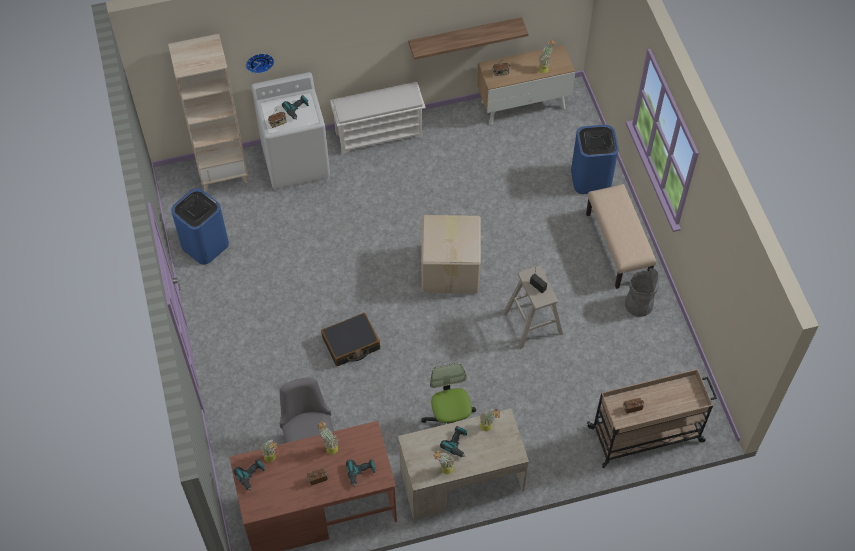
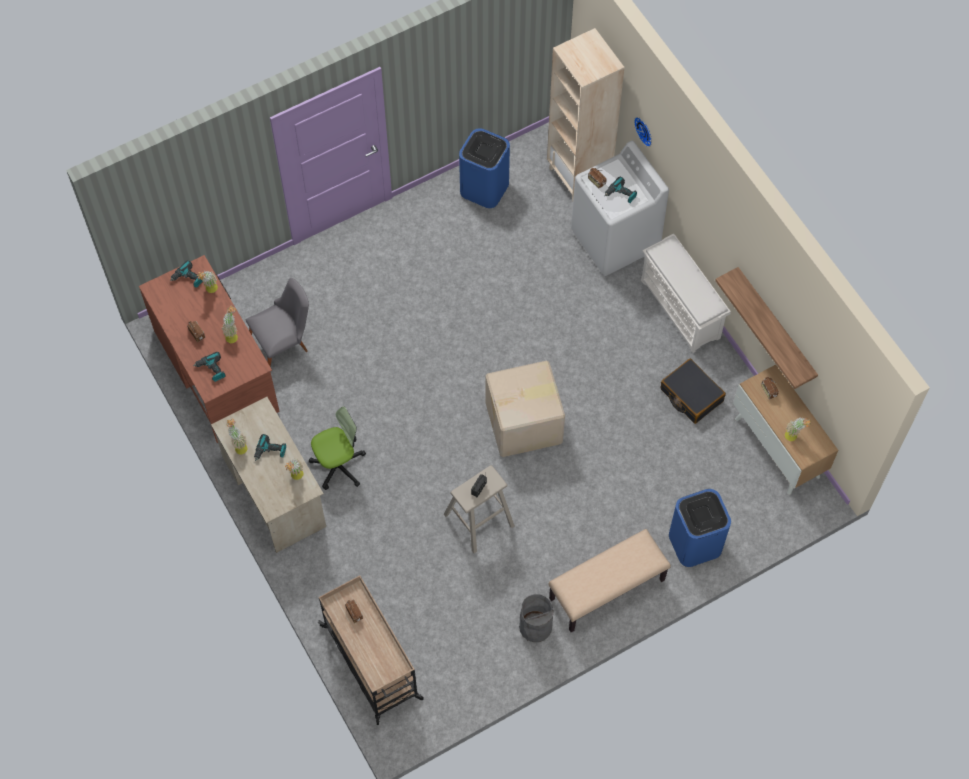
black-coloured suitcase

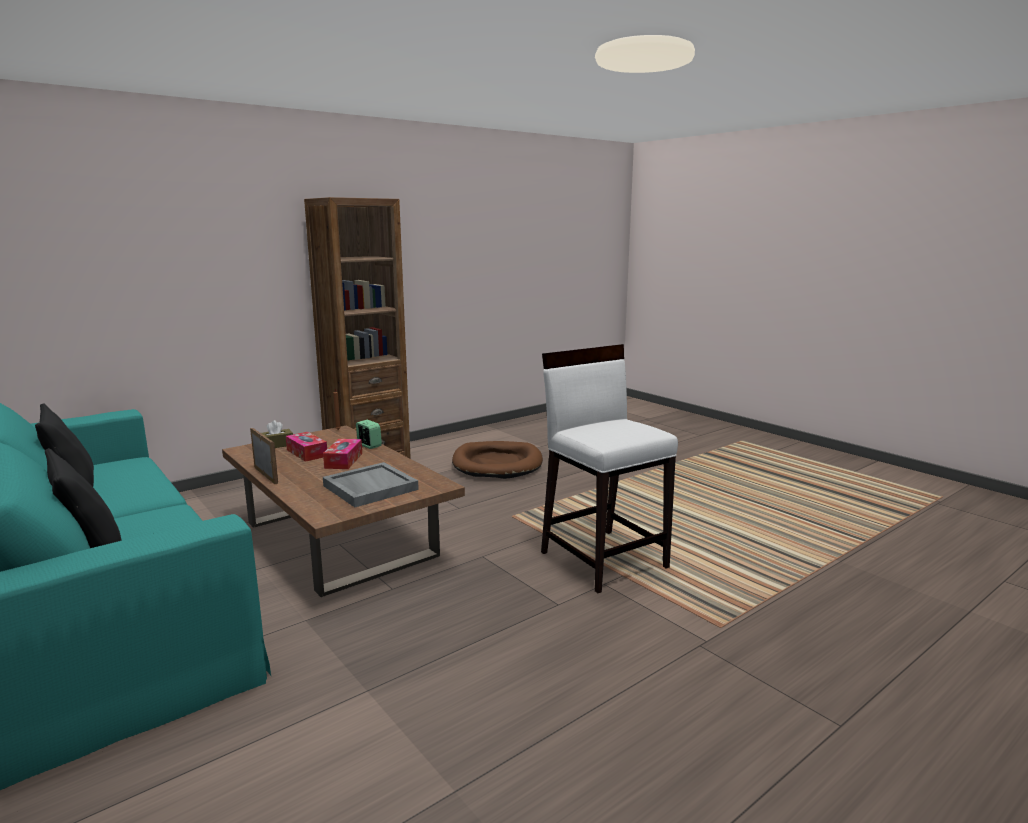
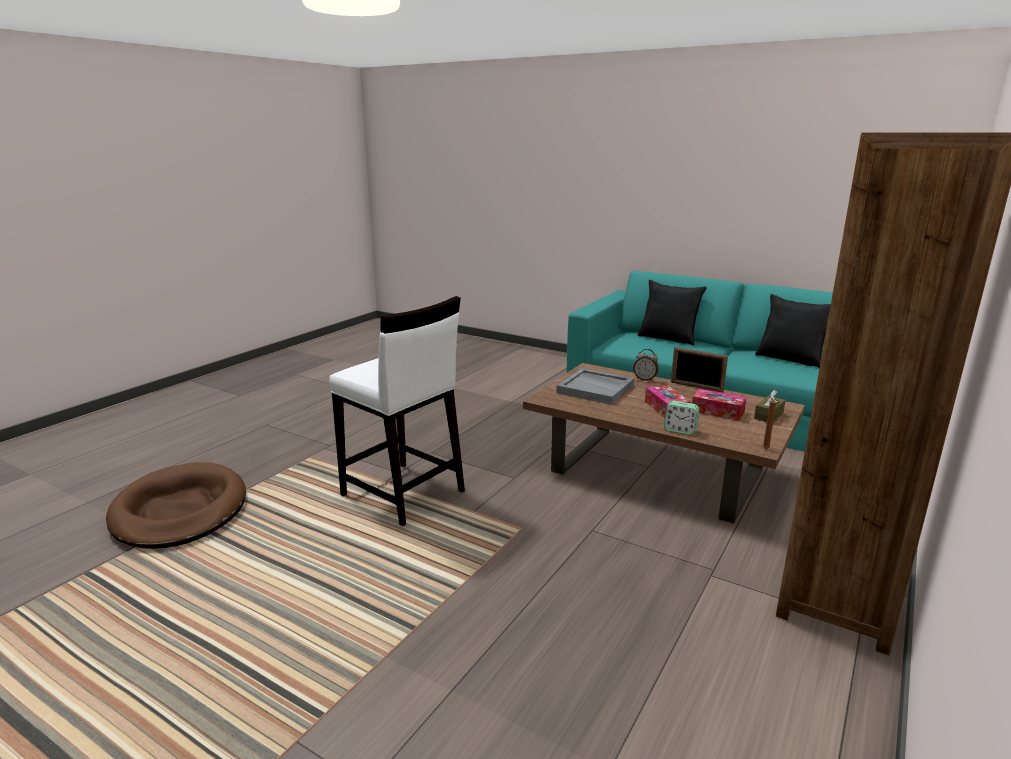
brownish dog cushion; alarm clock (1st from left)

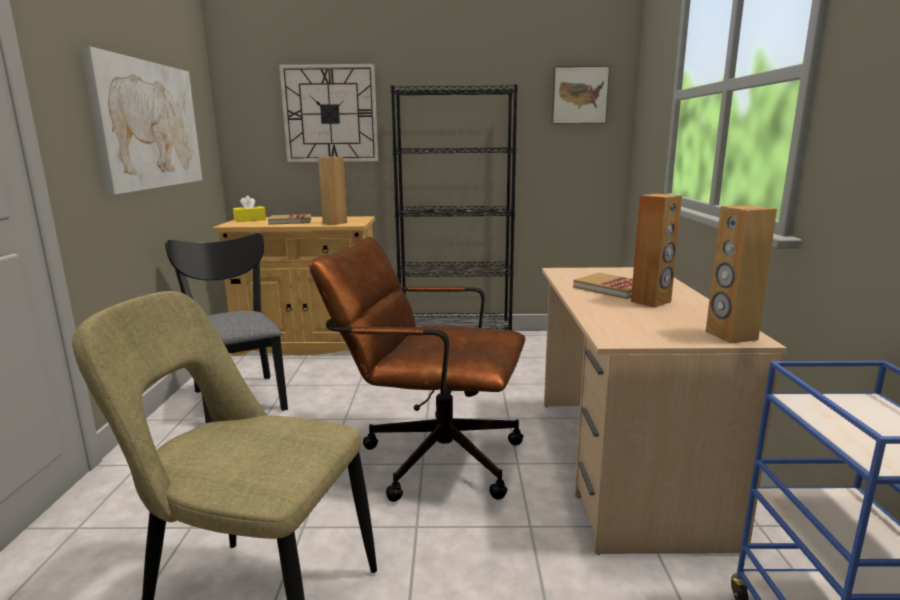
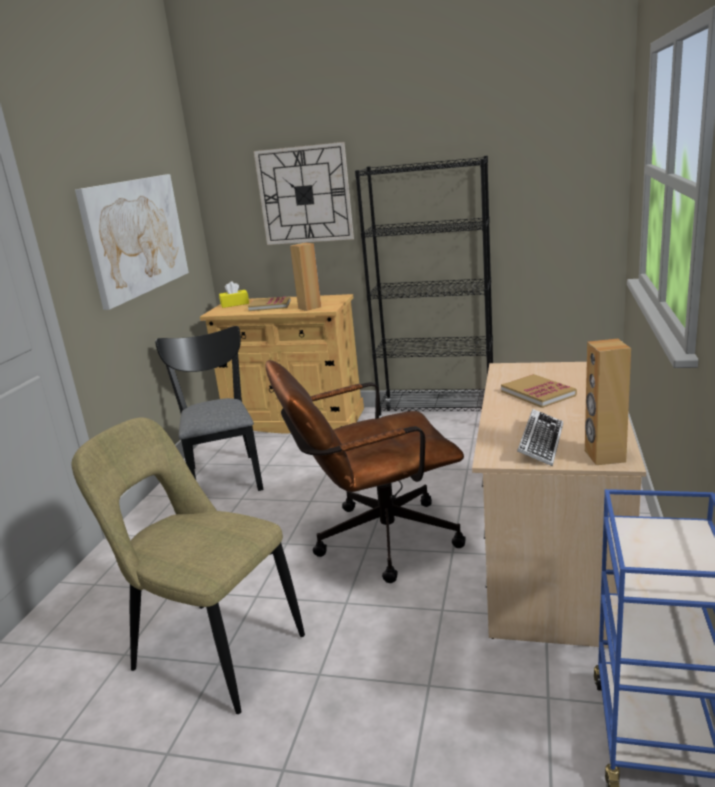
wall art (2nd from left in the first image); brownish audio speaker (2nd from left in the first image); brownish computer chair; keyboard

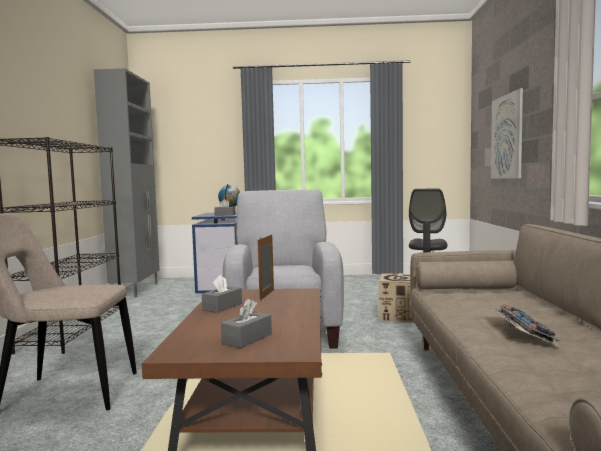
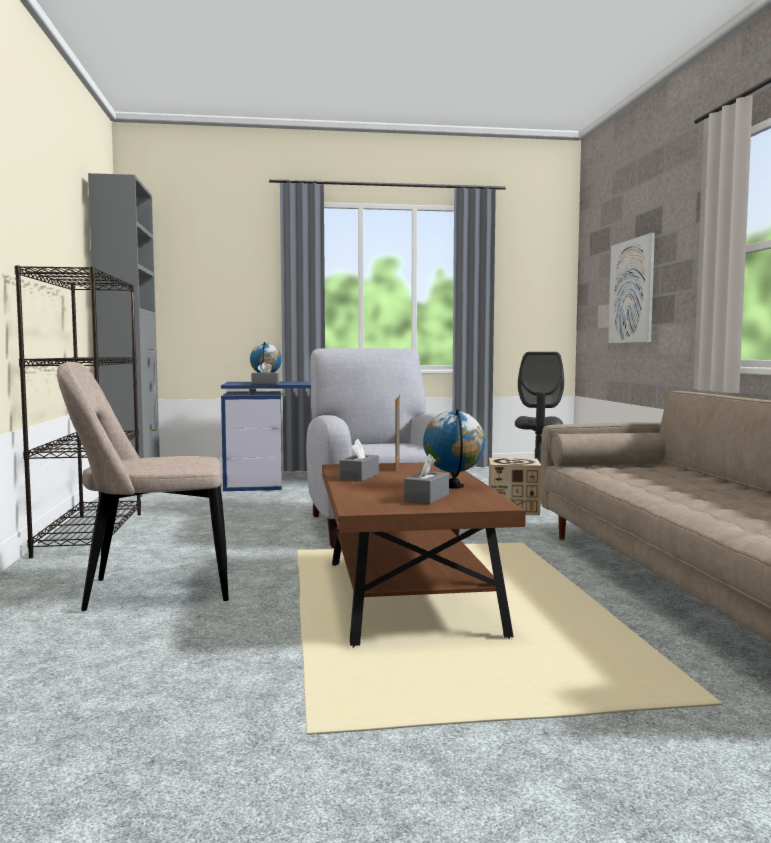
keyboard; desk globe (2nd from left)

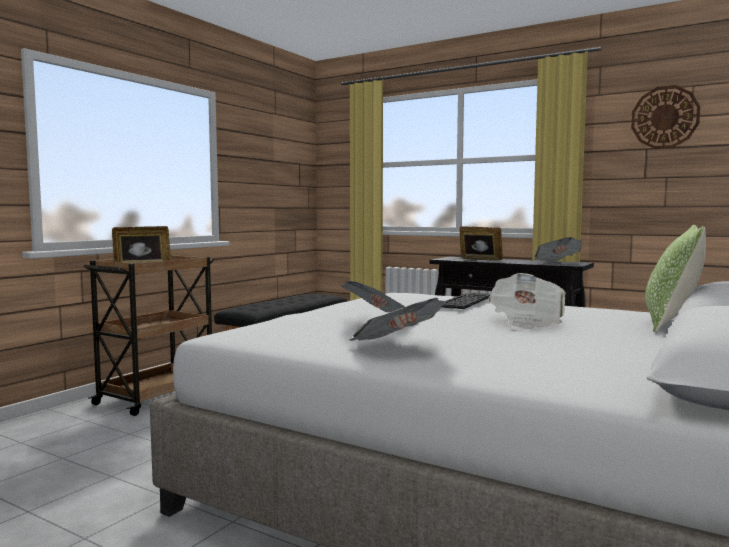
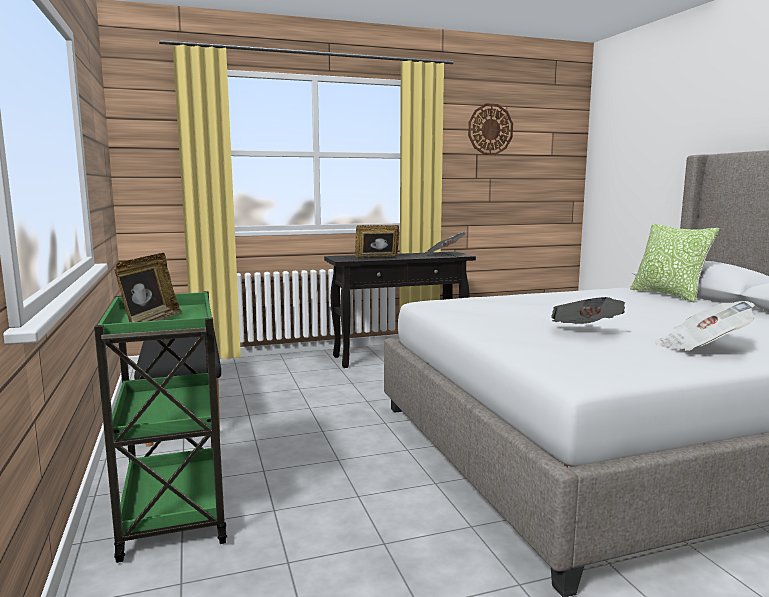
green-coloured trolley; newspaper (3rd from left in the first image); keyboard

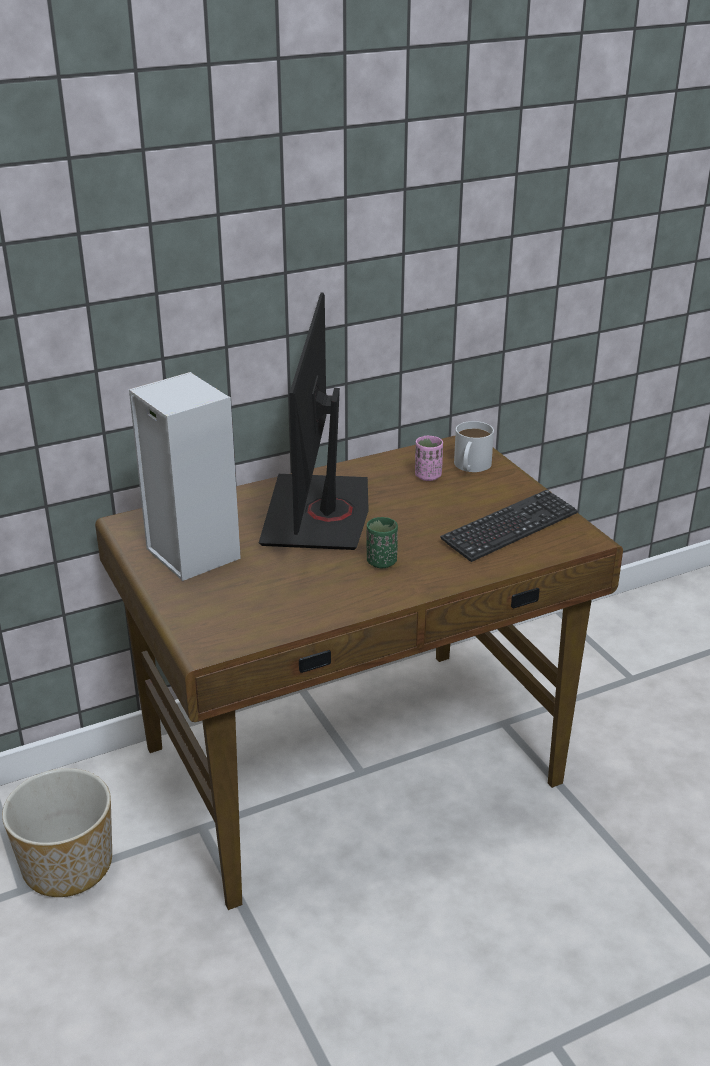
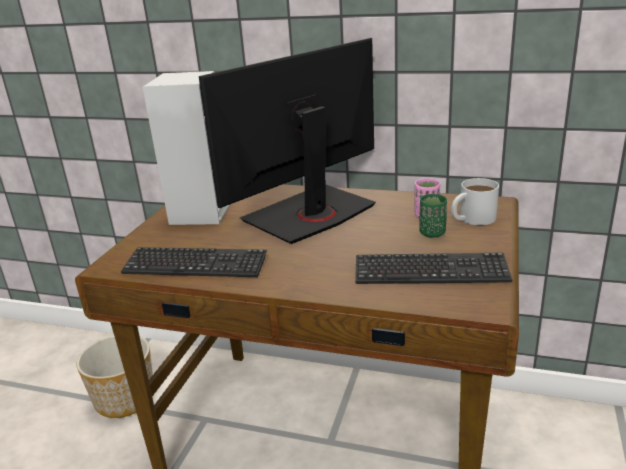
green-coloured small cup; keyboard (1st from left)

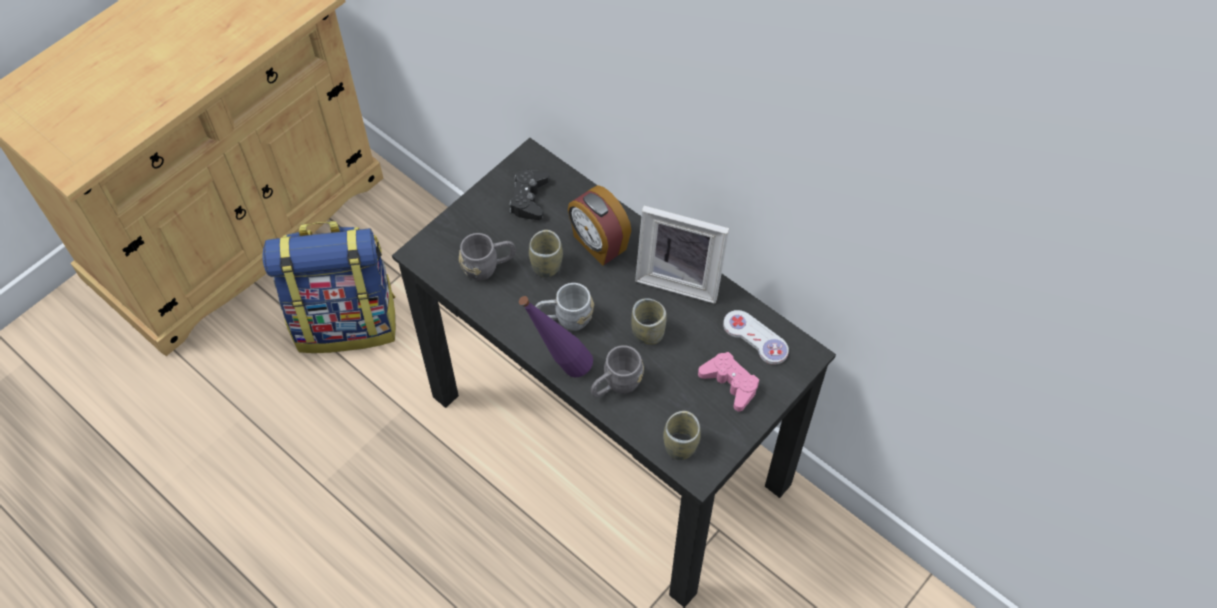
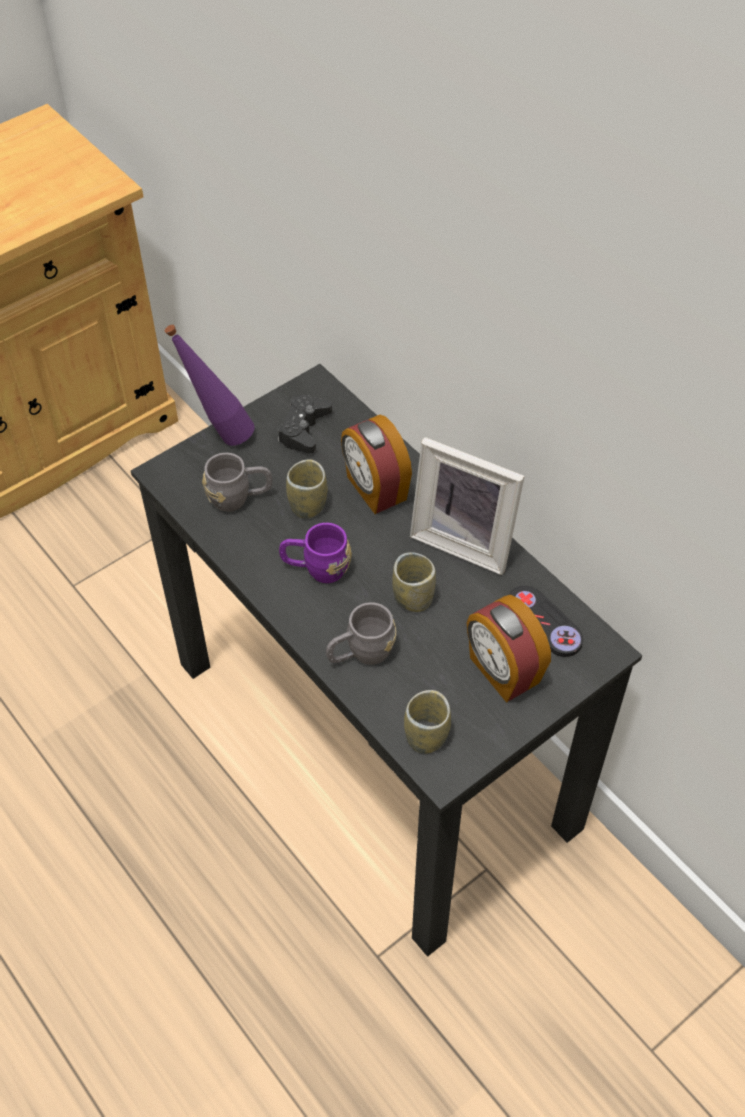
rucksack; purple mug; purple drink bottle; black-coloured game controller (2nd from left); alarm clock (2nd from left)

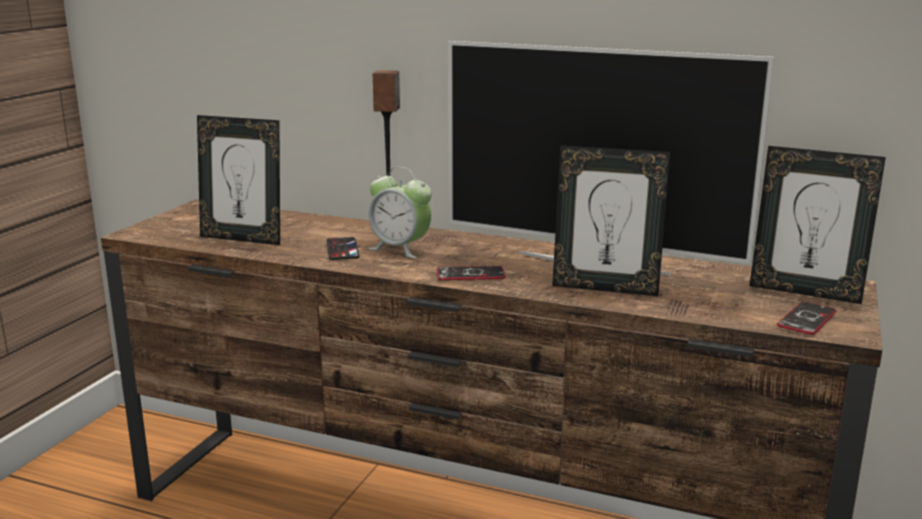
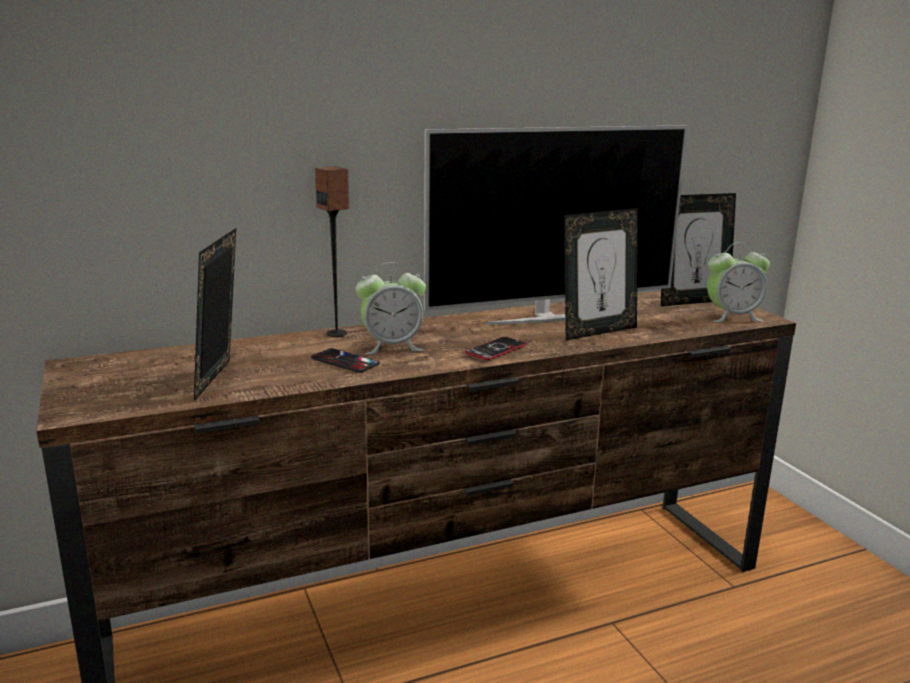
picture frame (1st from left); alarm clock (2nd from left)

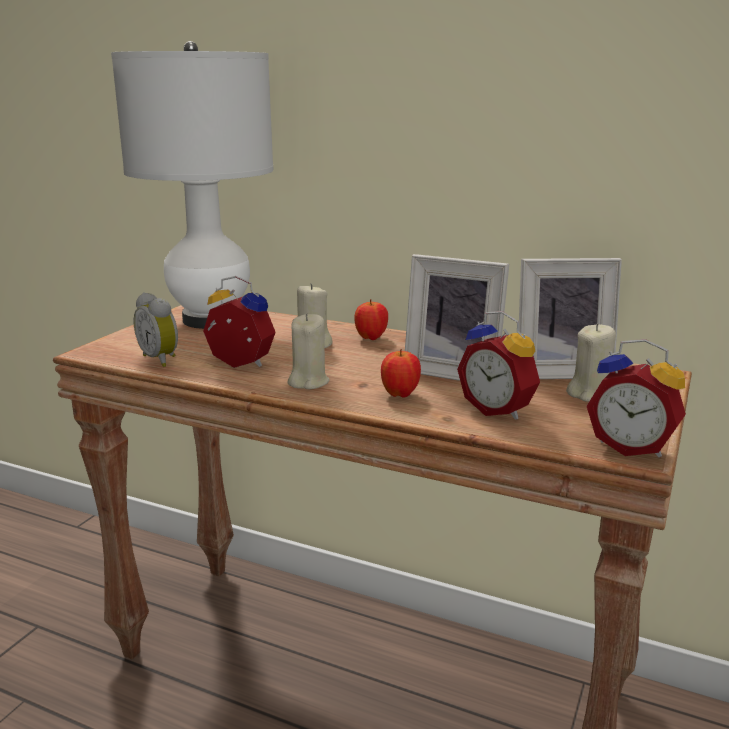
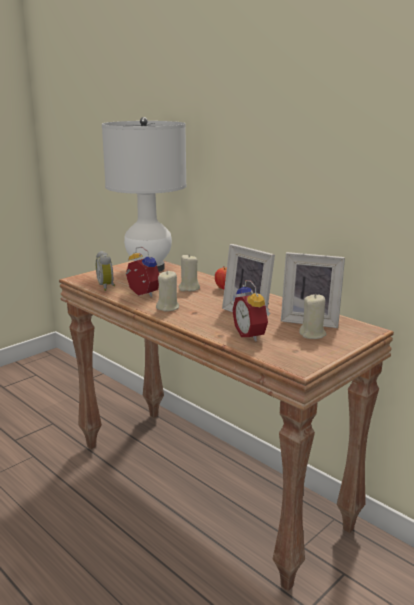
alarm clock (4th from left in the first image); apple (2nd from left in the first image)

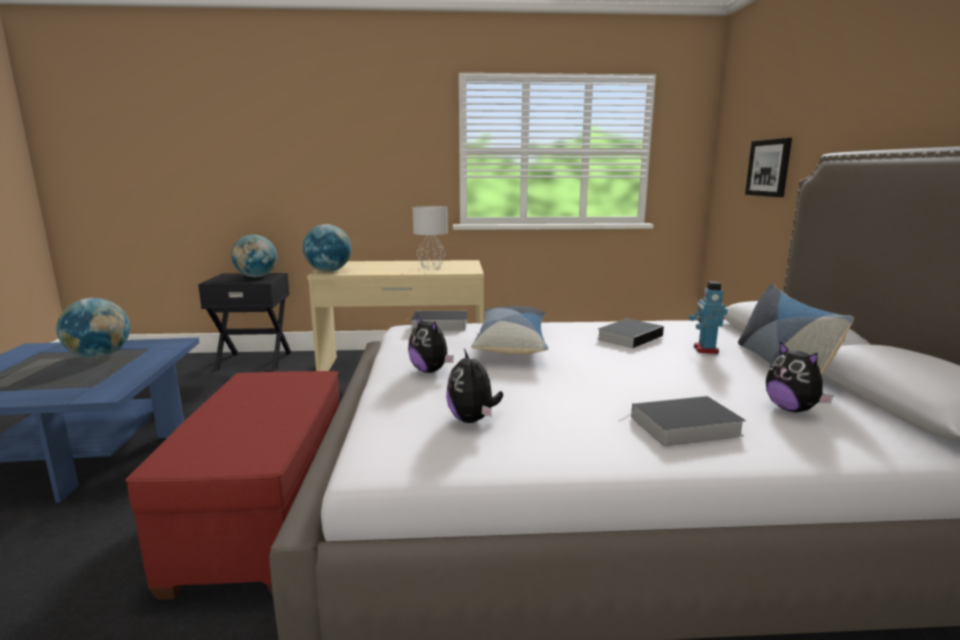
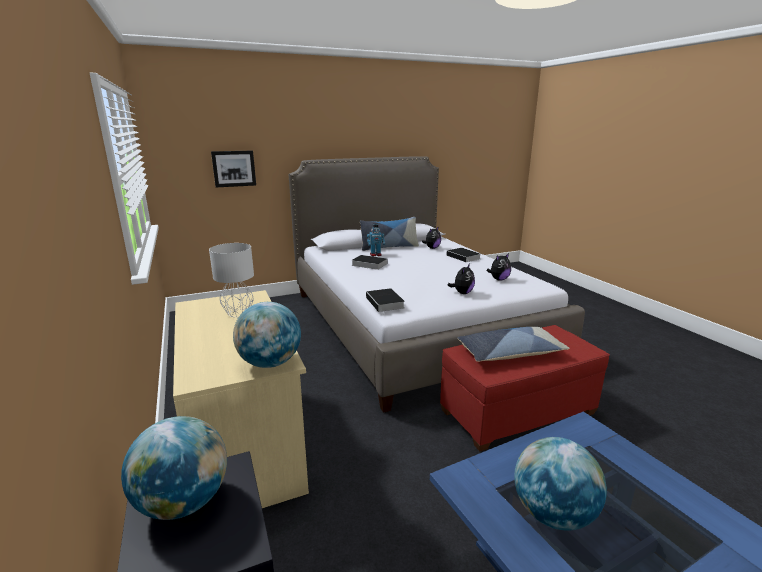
pillow (2nd from left)

